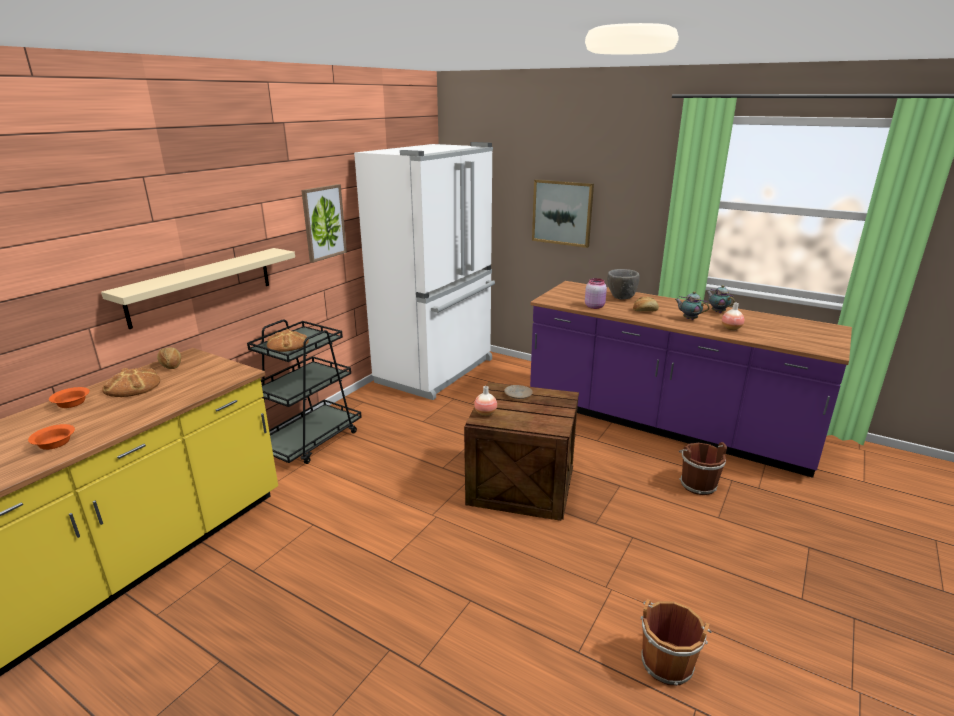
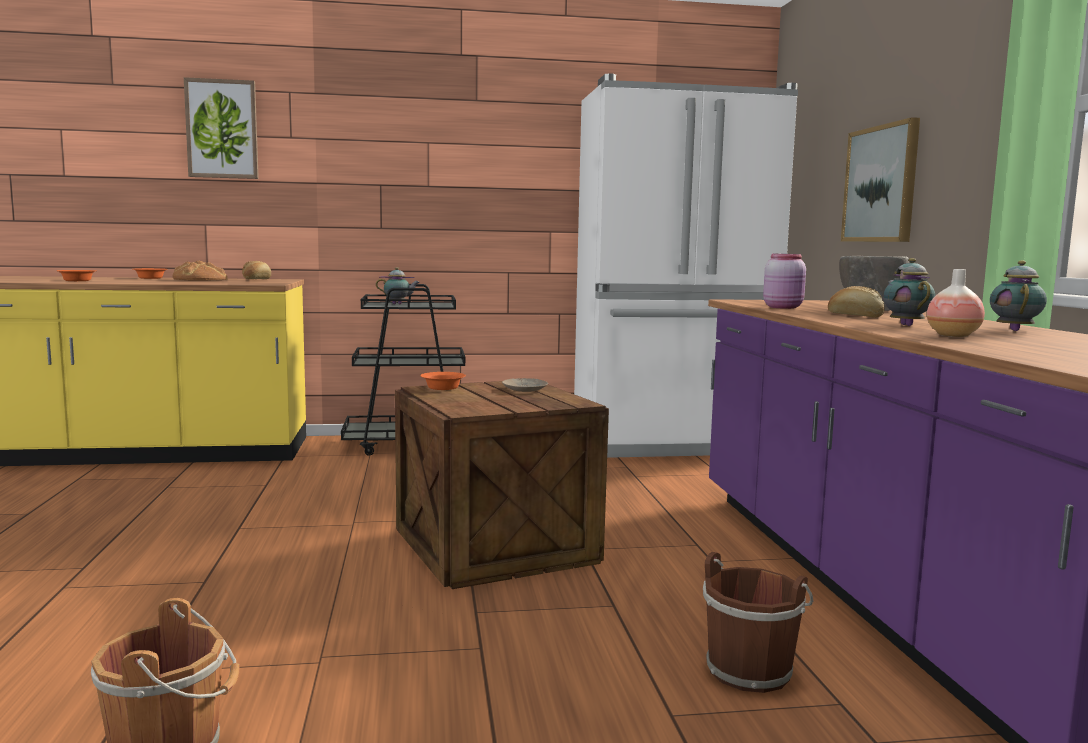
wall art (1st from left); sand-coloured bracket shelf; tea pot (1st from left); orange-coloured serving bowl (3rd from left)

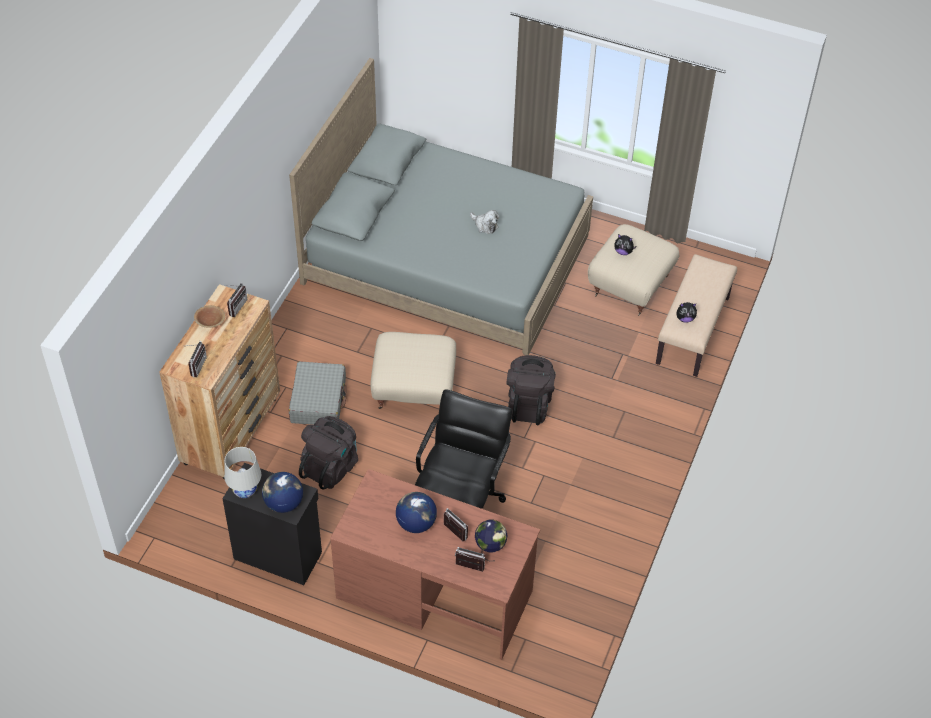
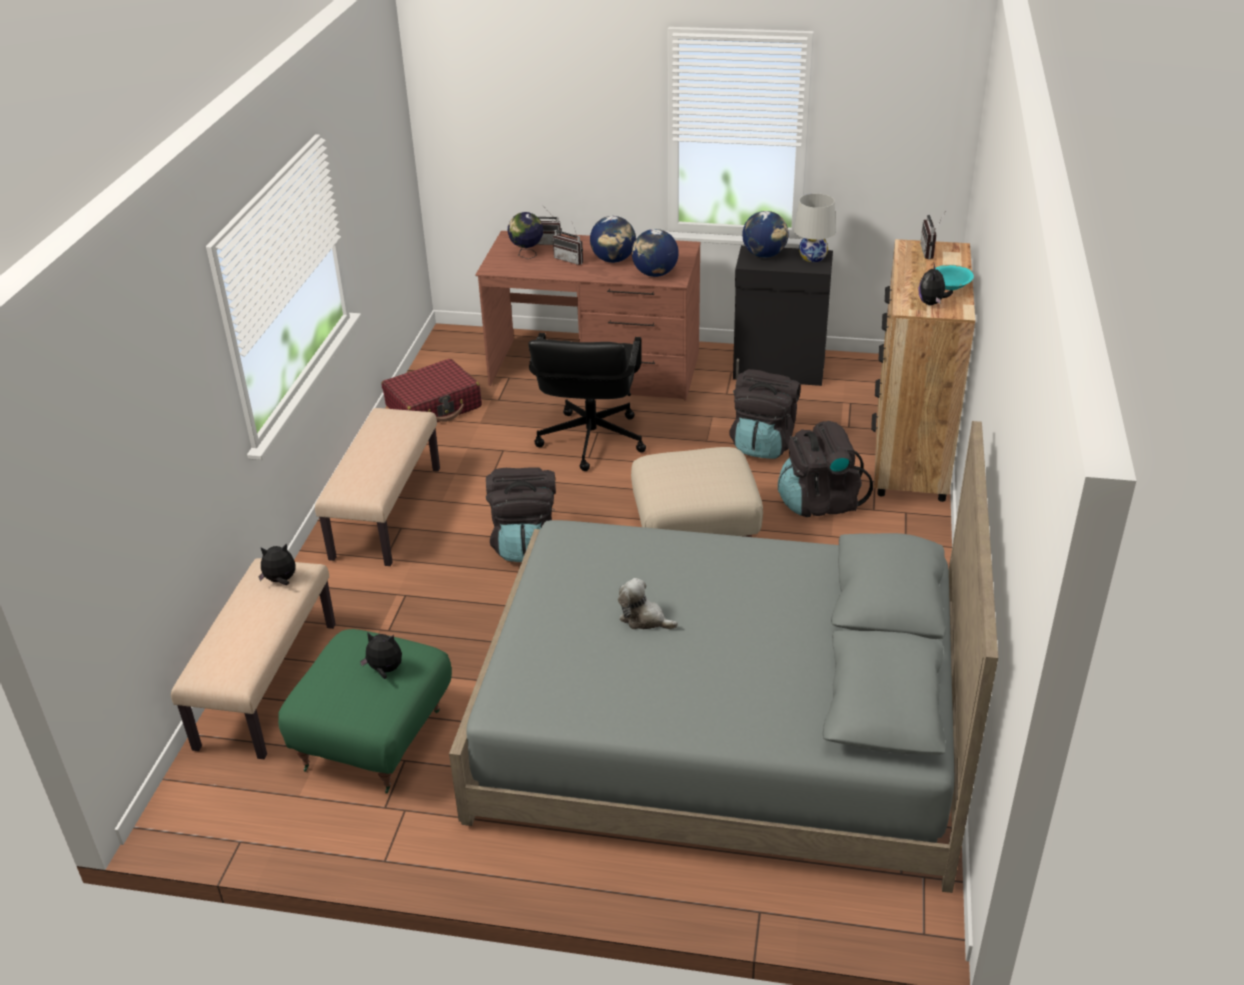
green-coloured footrest; cuddly toy (4th from left); turquoise-coloured serving bowl; black-coloured rucksack (3rd from left); desk globe (3rd from left); red suitcase; sand-coloured long seat (2nd from left)

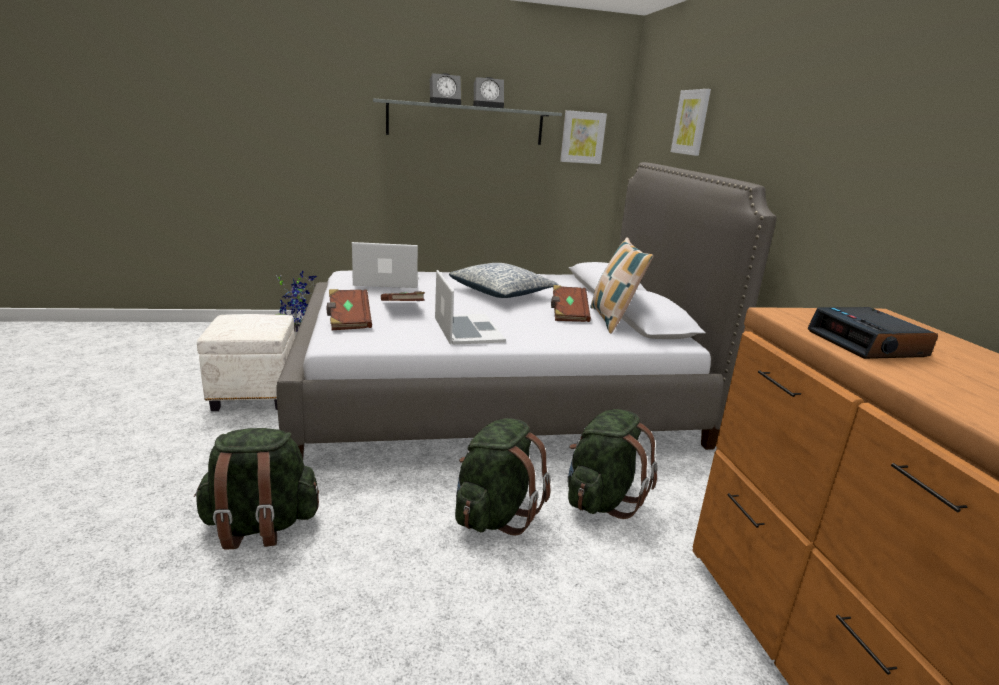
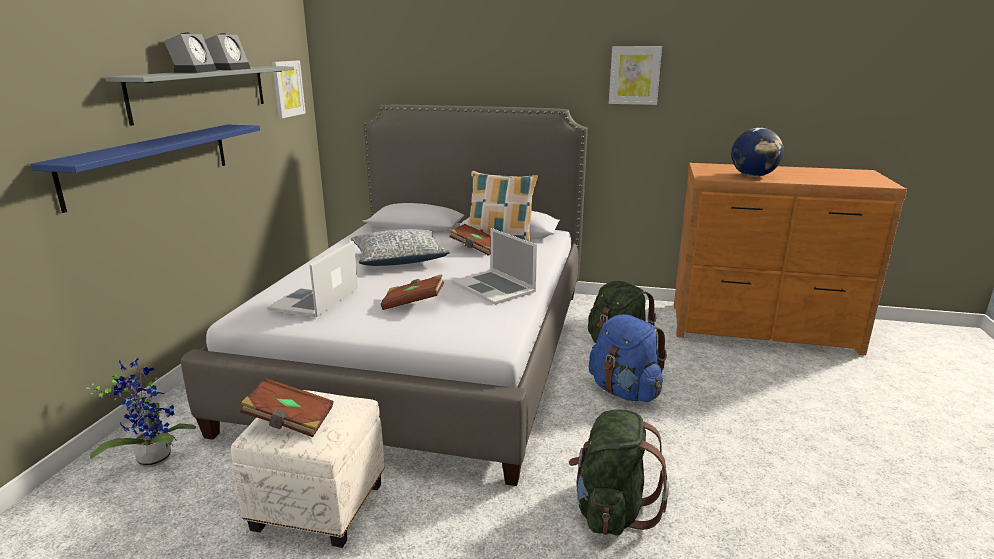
wall art (2nd from left); portable computer (2nd from left); brownish bound book (1st from left); desk globe; blue rucksack; blue bracket shelf

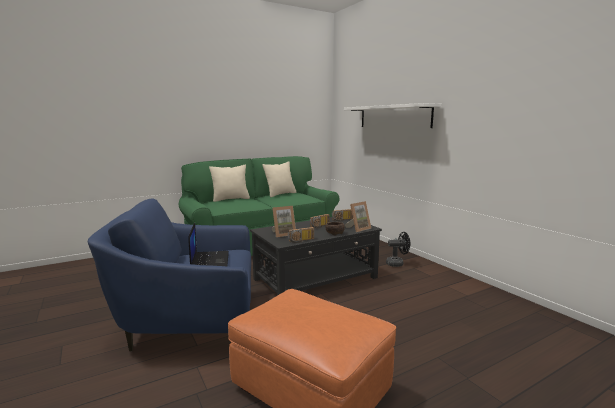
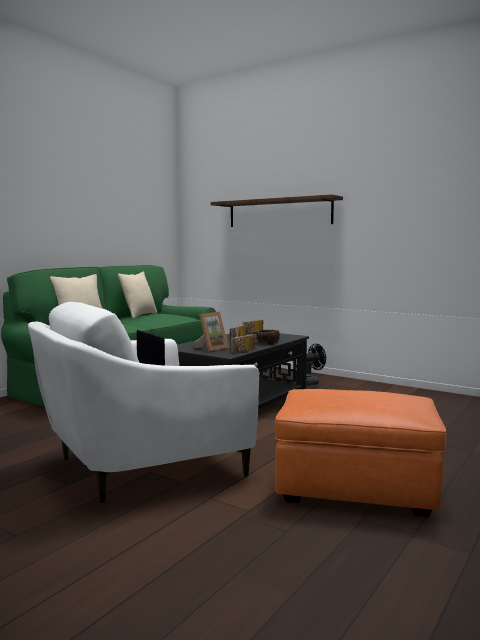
brownish bracket shelf; whitish easy chair; picture frame (2nd from left in the first image)

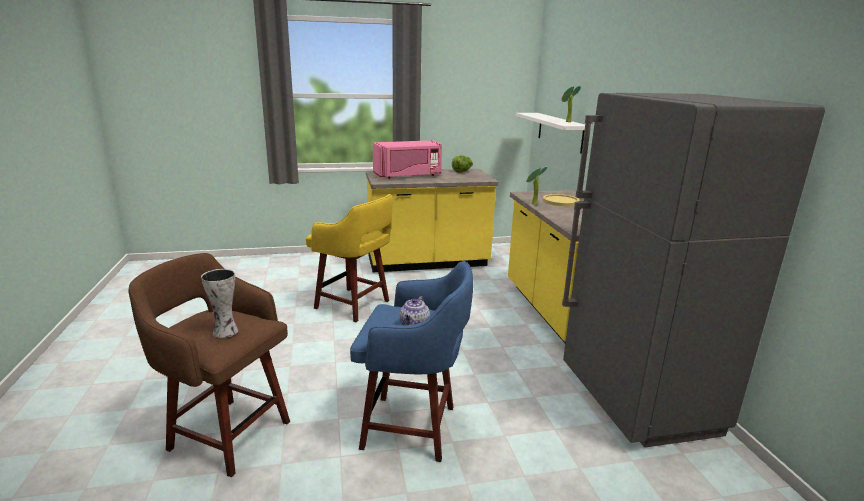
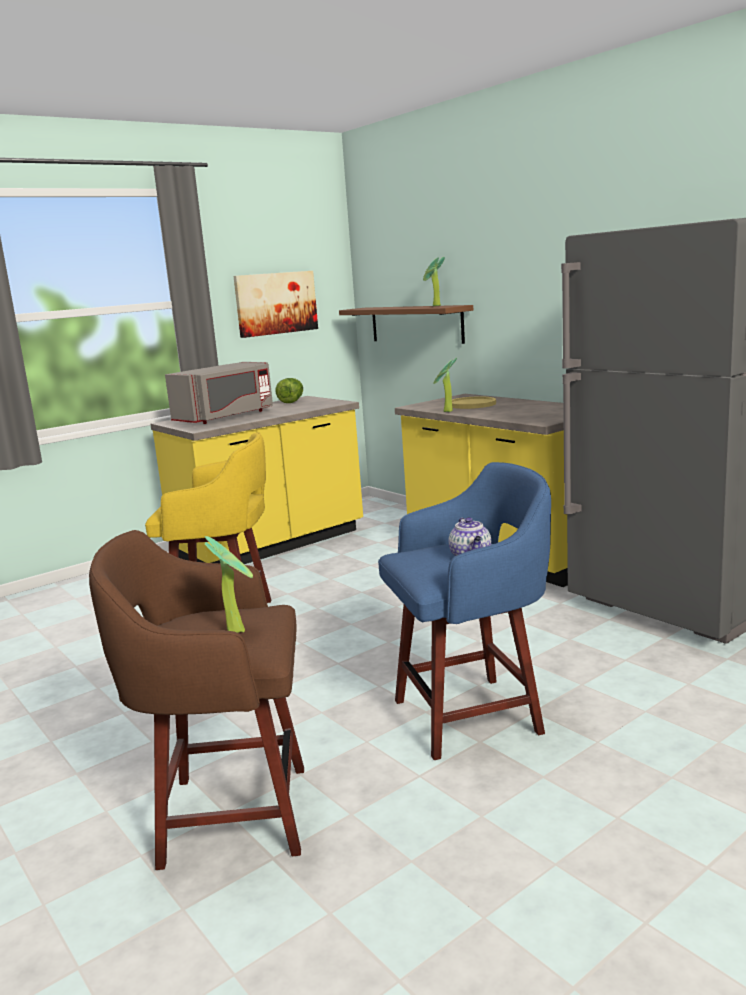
brownish bracket shelf; gray kitchen microwave; potted plant (1st from left); wall art

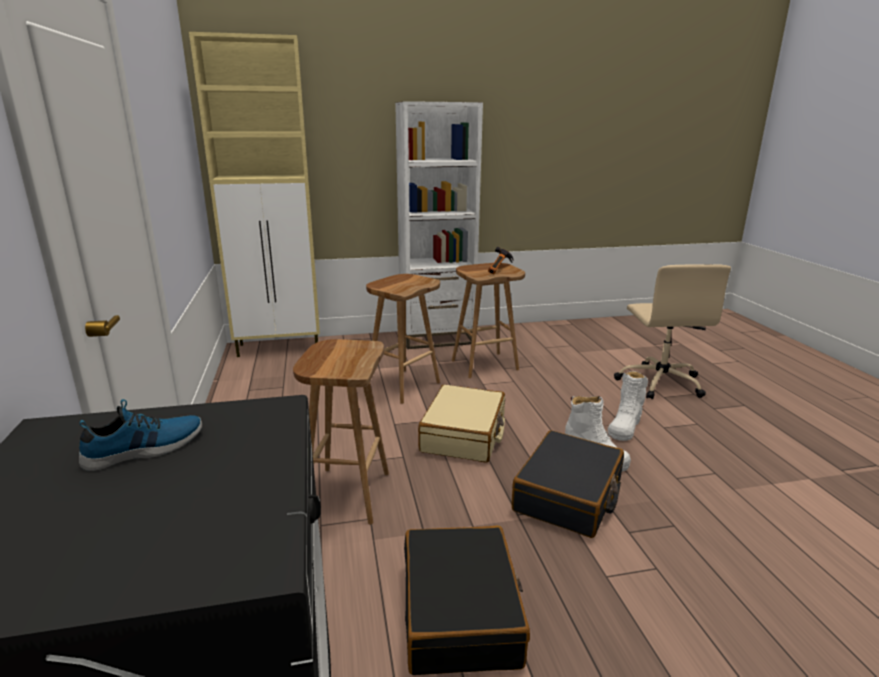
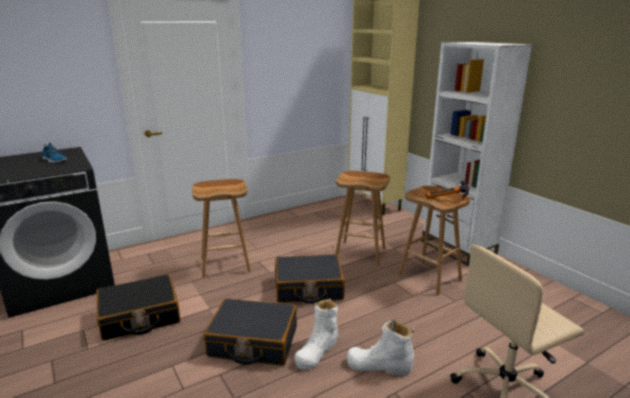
black-coloured suitcase (3rd from left)

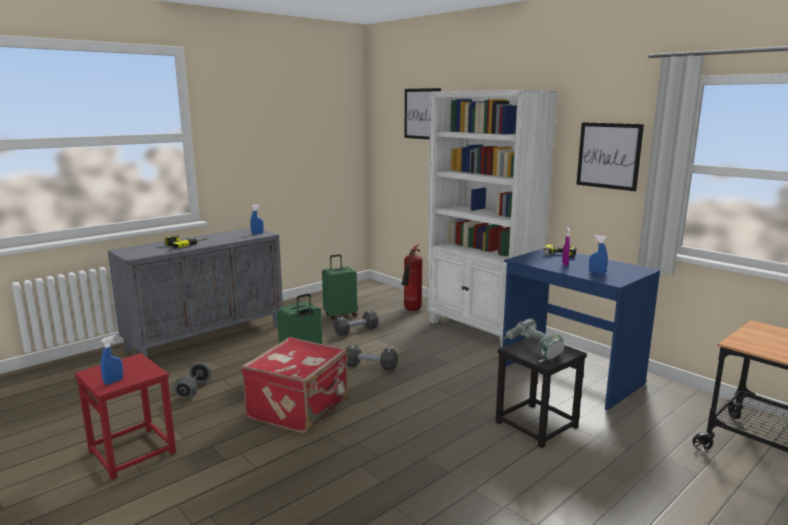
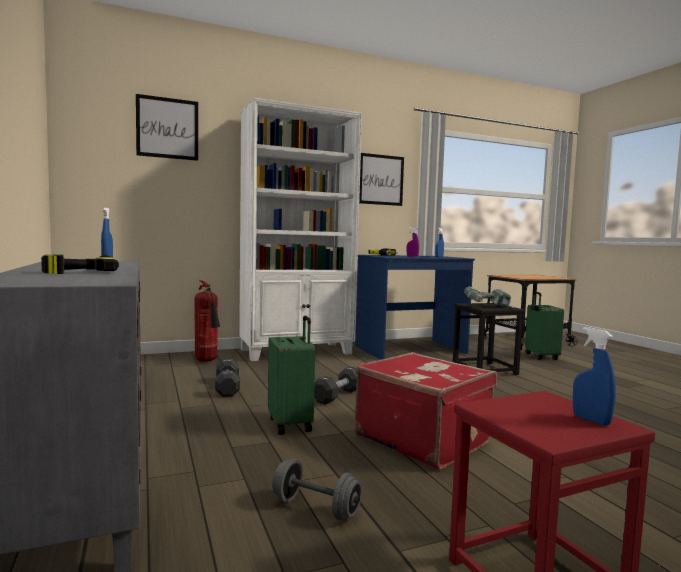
green-coloured suitcase (2nd from left)

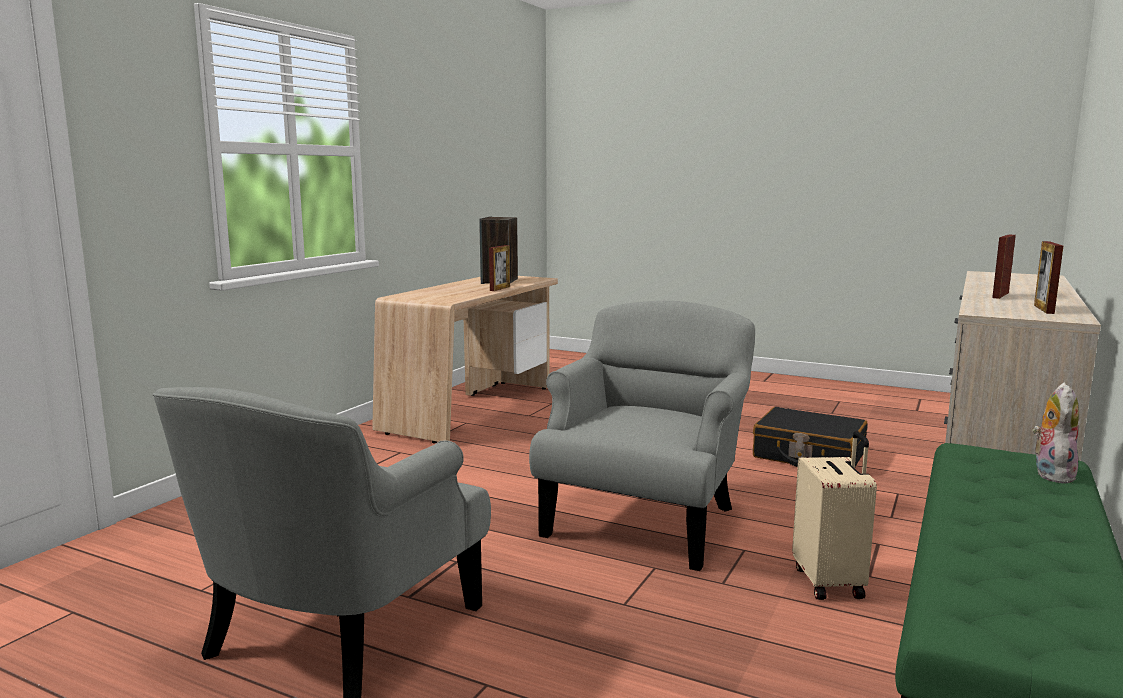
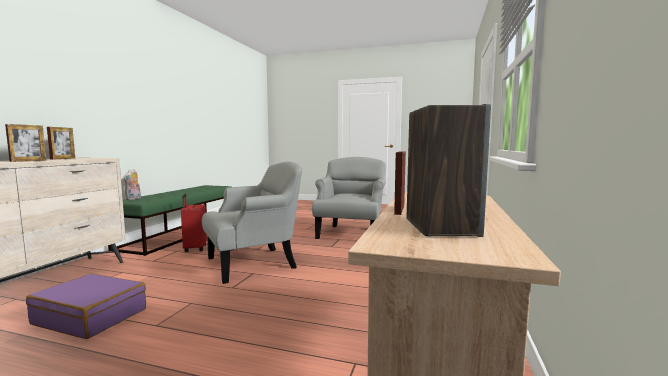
gray easy chair (1st from left); purple suitcase; red suitcase

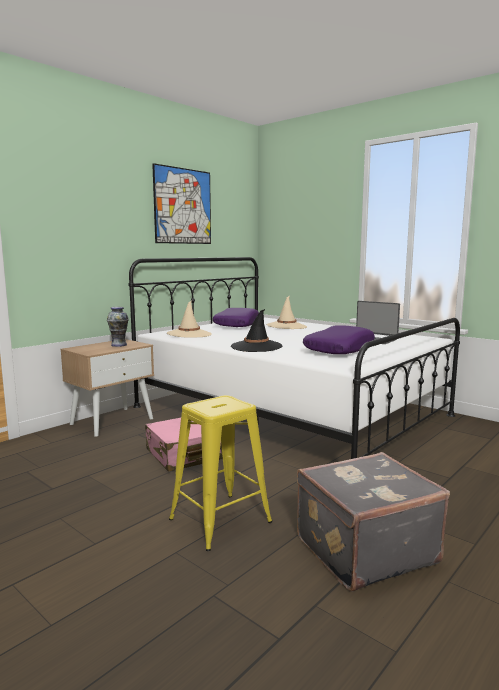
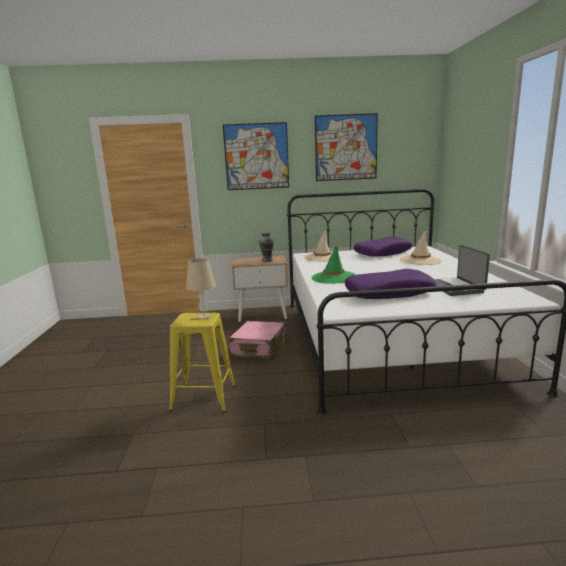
green-coloured hat; gray suitcase; wall art (1st from left); sand-coloured table lamp

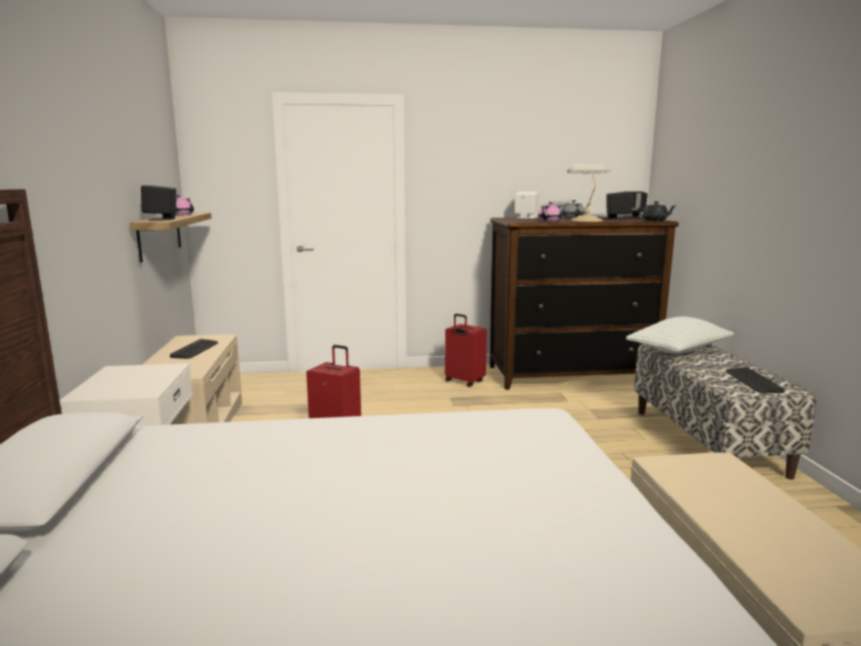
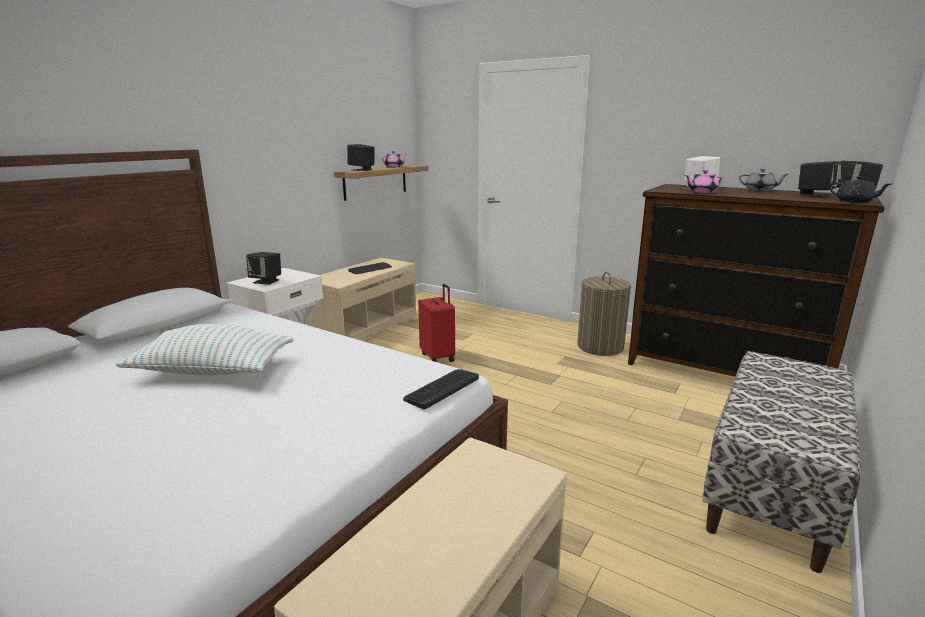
table lamp; laundry basket; pillow; keyboard (2nd from left); black-coloured audio speaker (1st from left)

